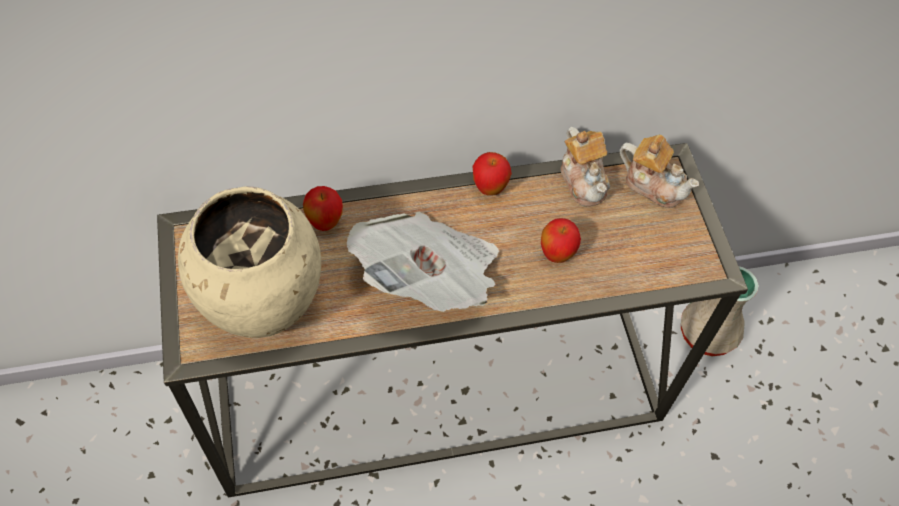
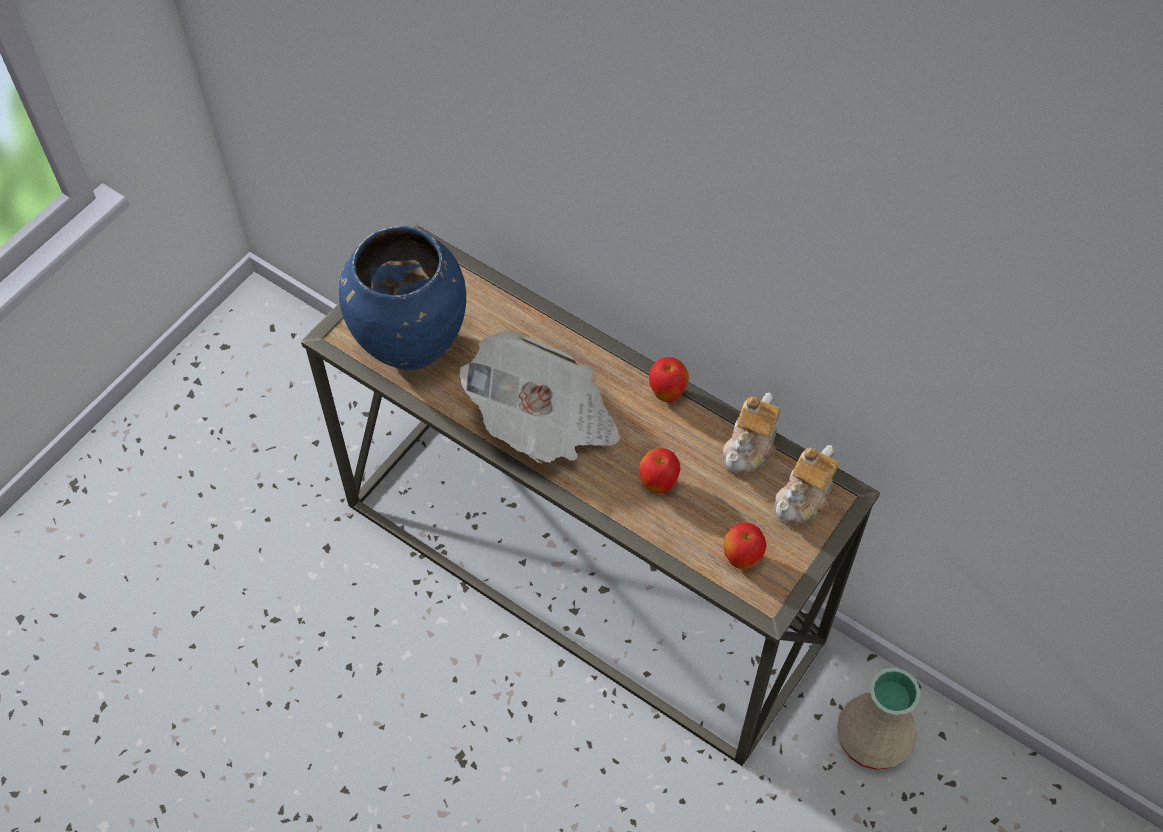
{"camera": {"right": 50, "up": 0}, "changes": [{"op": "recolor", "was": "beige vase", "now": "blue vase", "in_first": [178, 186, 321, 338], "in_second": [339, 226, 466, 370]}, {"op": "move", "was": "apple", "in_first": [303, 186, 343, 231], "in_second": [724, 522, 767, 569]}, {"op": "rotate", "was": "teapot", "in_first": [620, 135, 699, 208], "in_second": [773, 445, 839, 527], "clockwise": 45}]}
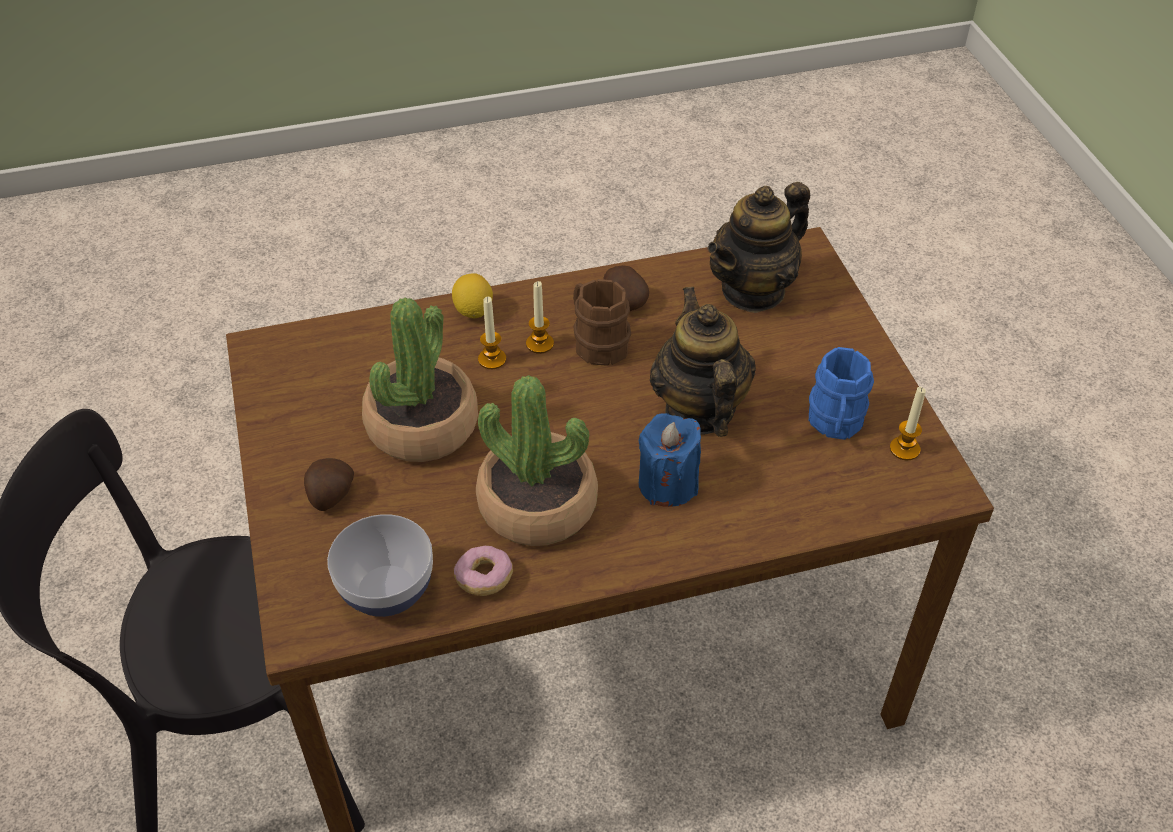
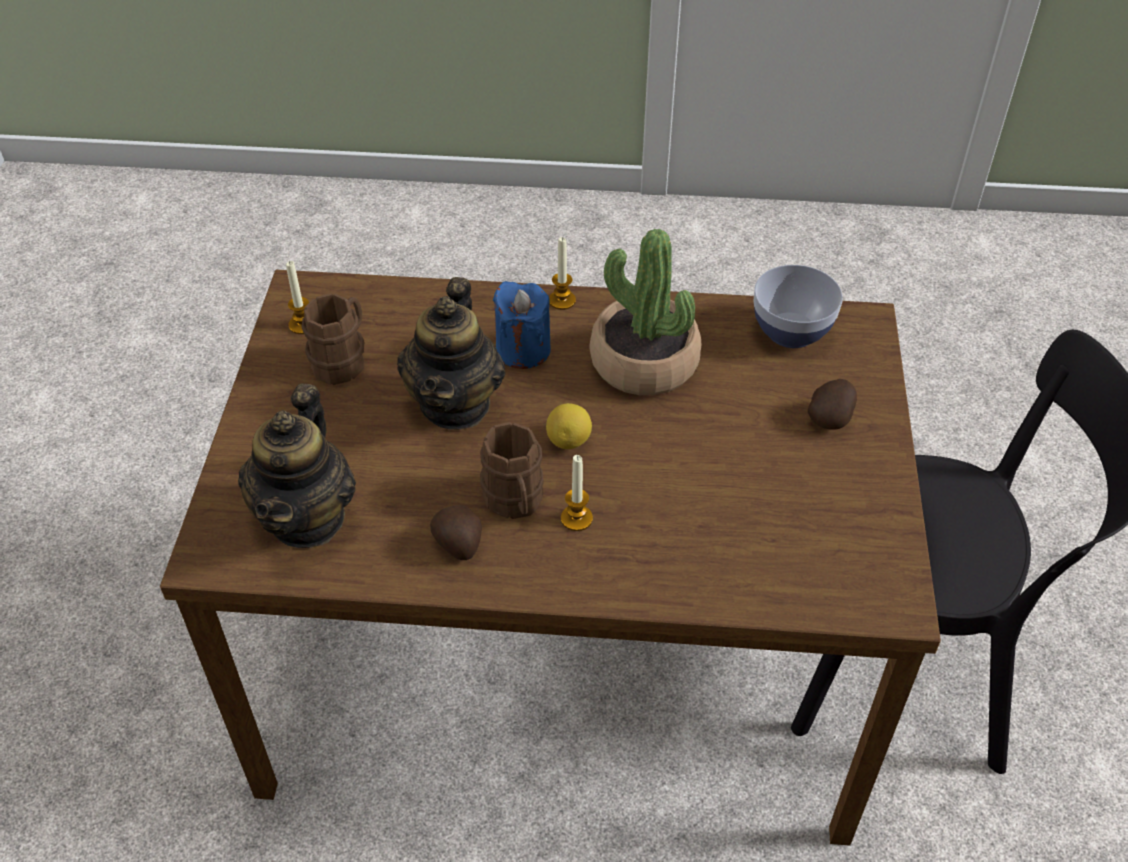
{"camera": {"right": -160, "up": 0}, "changes": [{"op": "delete", "was": "potted plant", "in_first": [362, 297, 478, 462]}, {"op": "move", "was": "lemon", "in_first": [452, 273, 493, 318], "in_second": [546, 403, 592, 449]}, {"op": "delete", "was": "donut", "in_first": [454, 546, 513, 596]}, {"op": "move", "was": "candle", "in_first": [478, 297, 506, 369], "in_second": [549, 237, 576, 310]}, {"op": "rotate", "was": "teapot", "in_first": [707, 182, 810, 313], "in_second": [238, 383, 356, 548], "clockwise": 120}, {"op": "recolor", "was": "blue mug", "now": "brown mug", "in_first": [809, 347, 874, 440], "in_second": [302, 293, 365, 385]}]}
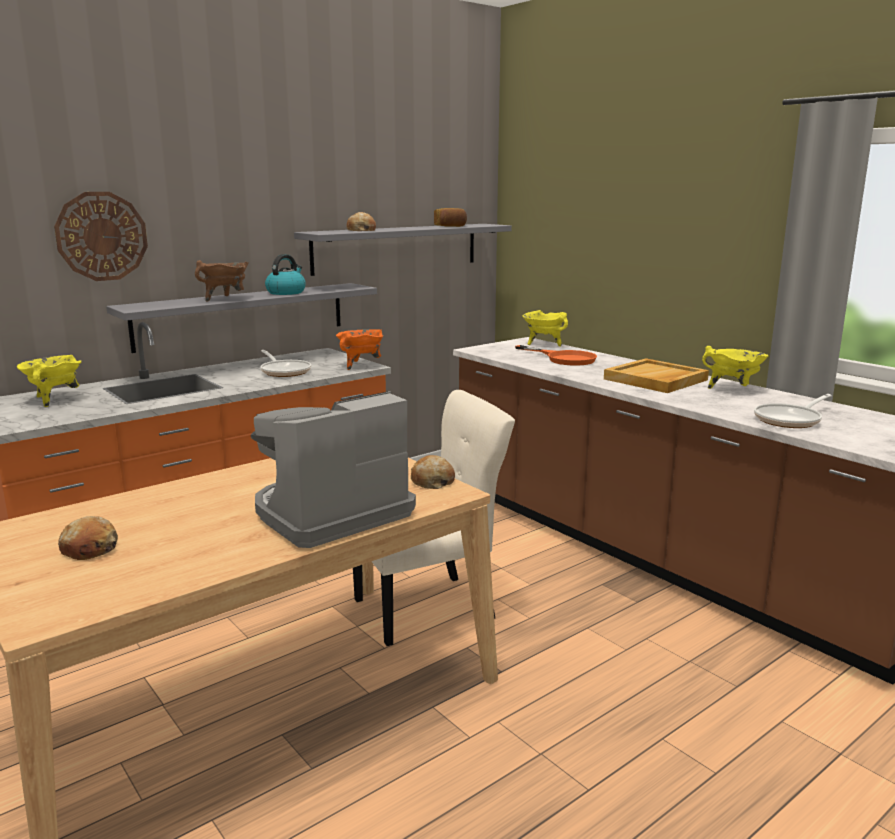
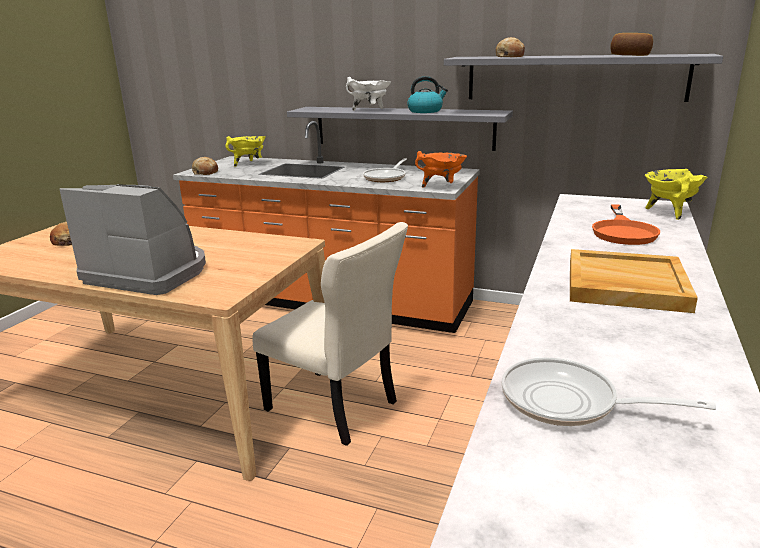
{"camera": {"right": 60, "up": 5}, "changes": [{"op": "delete", "was": "wall clock", "in_first": [54, 192, 148, 281]}, {"op": "recolor", "was": "brown cooking pot", "now": "white cooking pot", "in_first": [195, 260, 248, 302], "in_second": [346, 77, 391, 111]}, {"op": "move", "was": "bread", "in_first": [411, 455, 455, 489], "in_second": [192, 157, 218, 175]}, {"op": "delete", "was": "yellow cooking pot", "in_first": [702, 346, 768, 389]}]}
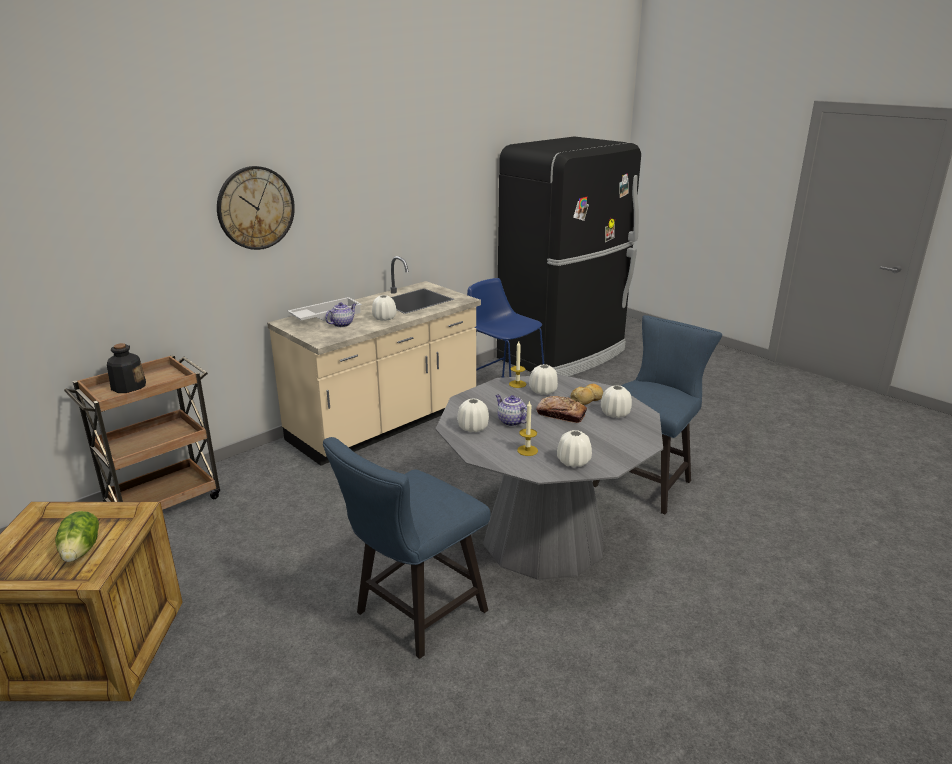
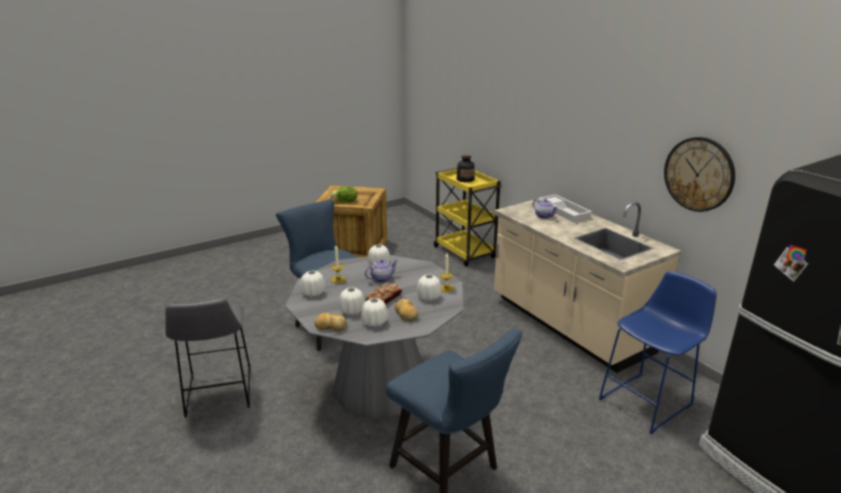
{"camera": {"right": 100, "up": 0}, "changes": [{"op": "recolor", "was": "brown cart", "now": "yellow cart", "in_first": [64, 355, 220, 510], "in_second": [433, 168, 502, 266]}, {"op": "move", "was": "wall clock", "in_first": [217, 166, 295, 250], "in_second": [664, 137, 735, 212]}, {"op": "move", "was": "white vase", "in_first": [372, 295, 397, 321], "in_second": [339, 287, 365, 315]}, {"op": "insert", "now": "grey stool", "in_second": [165, 298, 250, 418]}, {"op": "insert", "now": "bread", "in_second": [314, 313, 347, 331]}]}
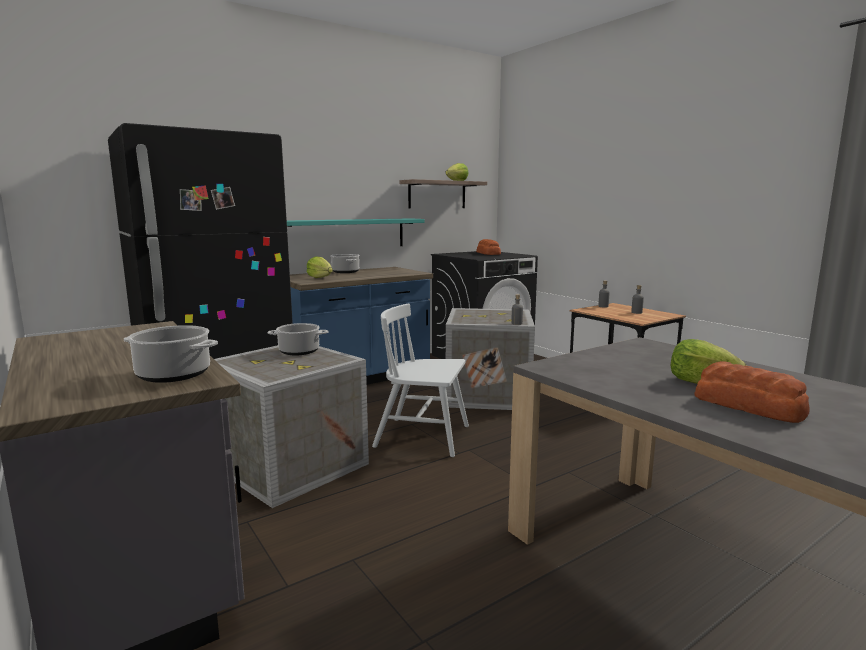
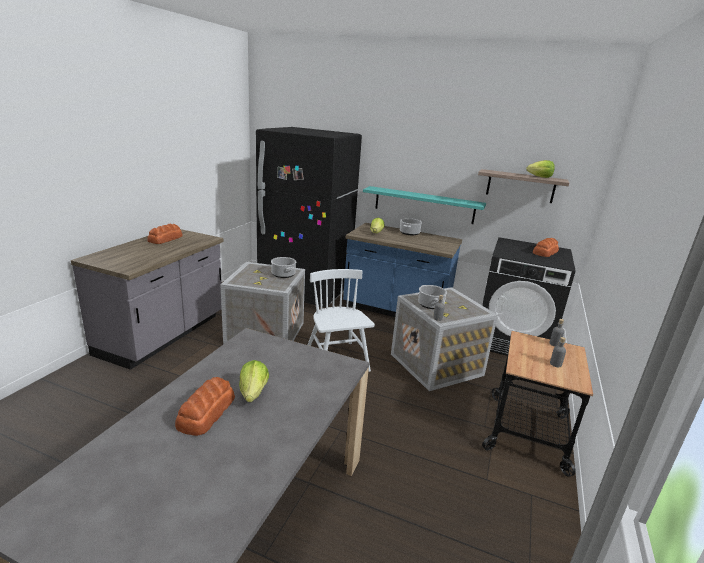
{"camera": {"right": 55, "up": 10}, "changes": [{"op": "move", "was": "cooking pot", "in_first": [124, 325, 218, 383], "in_second": [418, 285, 447, 309]}, {"op": "insert", "now": "bread", "in_second": [147, 224, 183, 244]}]}
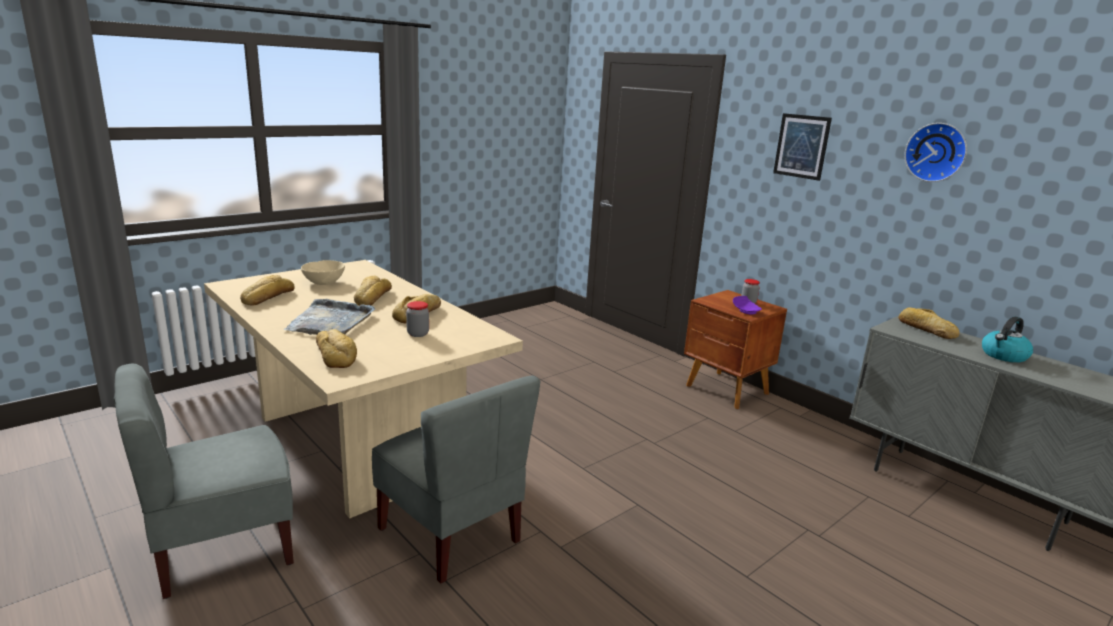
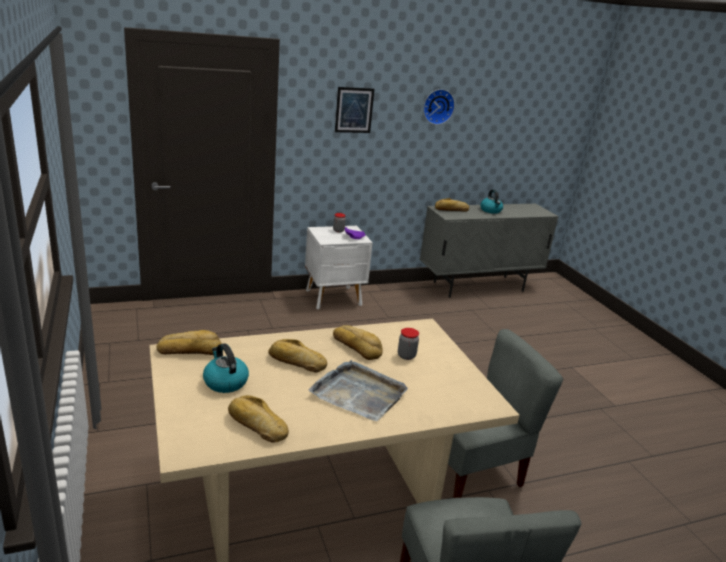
{"camera": {"right": -70, "up": 5}, "changes": [{"op": "replace", "was": "beige bowl", "now": "kettle", "in_first": [301, 260, 345, 285], "in_second": [203, 343, 249, 393]}, {"op": "move", "was": "bread", "in_first": [316, 329, 357, 368], "in_second": [156, 330, 222, 355]}, {"op": "recolor", "was": "brown nightstand", "now": "white nightstand", "in_first": [684, 290, 787, 409], "in_second": [305, 226, 373, 309]}]}
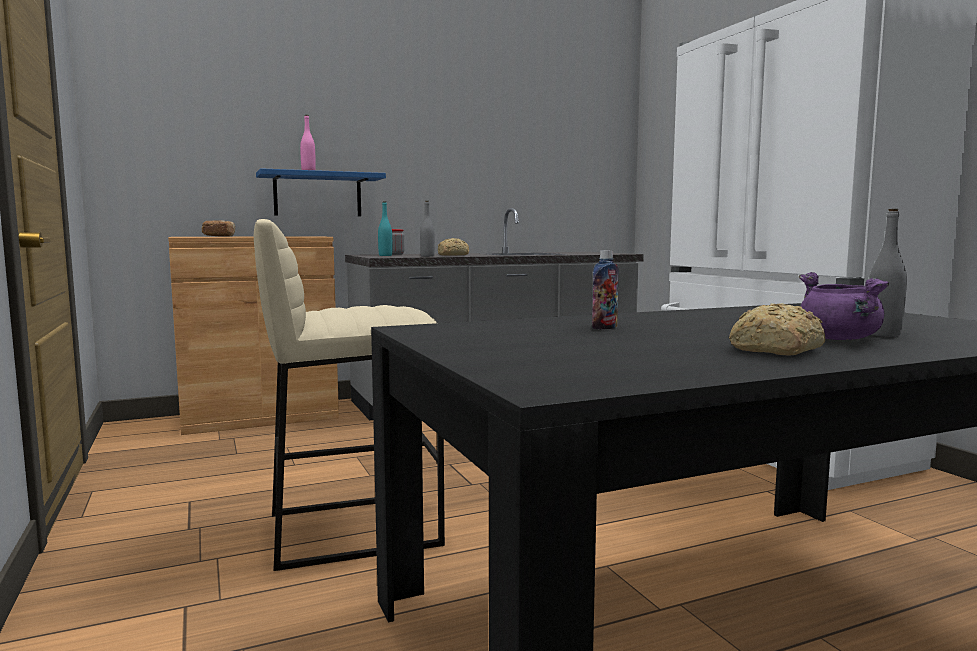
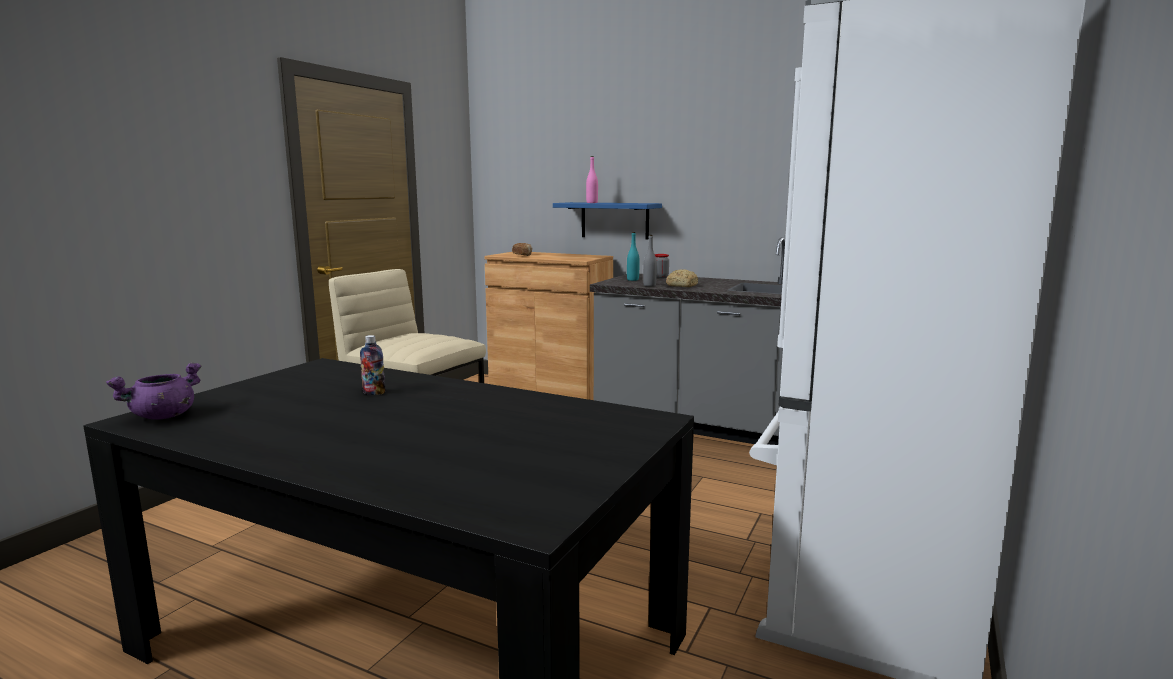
{"camera": {"right": 50, "up": 5}, "changes": [{"op": "delete", "was": "bread", "in_first": [729, 303, 825, 355]}, {"op": "move", "was": "purple cooking pot", "in_first": [799, 272, 889, 340], "in_second": [106, 363, 202, 420]}, {"op": "delete", "was": "grey bottle", "in_first": [869, 209, 907, 337]}]}
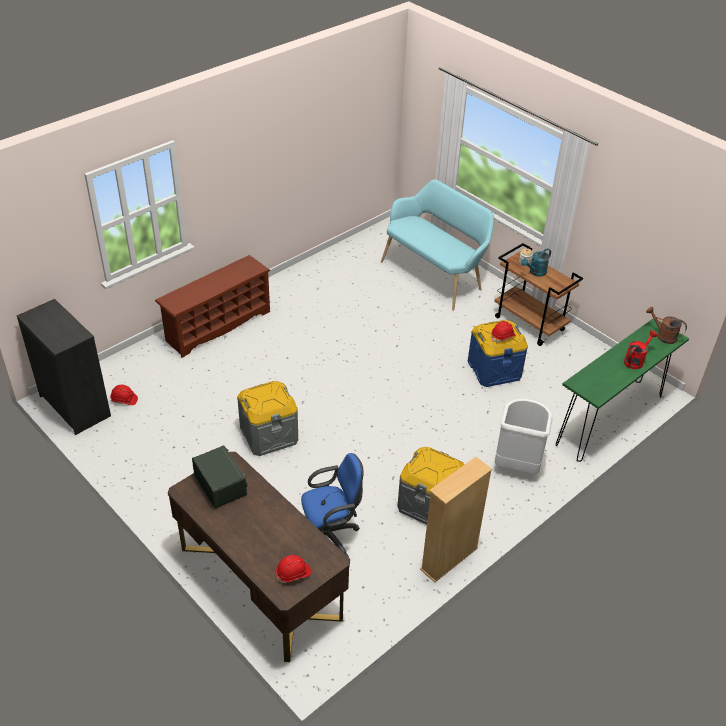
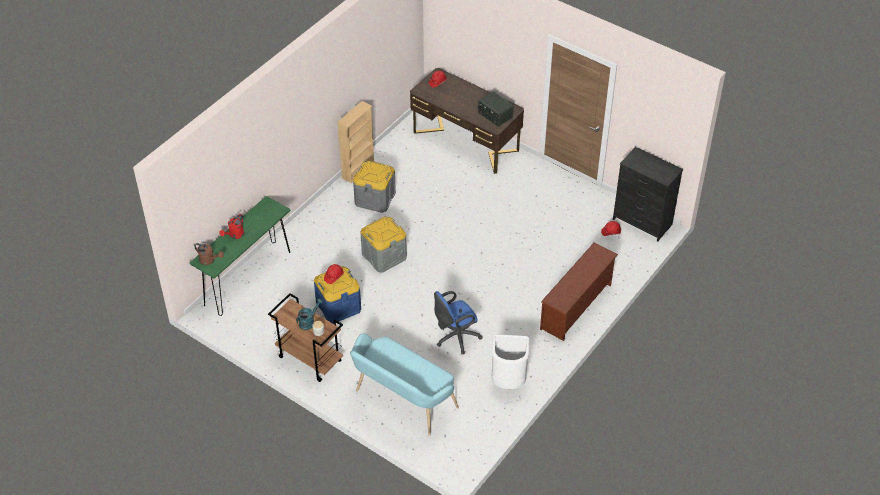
{"camera": {"right": 170, "up": 5}, "changes": [{"op": "move", "was": "grey storage box", "in_first": [237, 381, 298, 456], "in_second": [360, 217, 407, 273]}, {"op": "move", "was": "blue office chair", "in_first": [301, 453, 364, 557], "in_second": [434, 291, 483, 354]}, {"op": "move", "was": "white trash can", "in_first": [495, 399, 552, 474], "in_second": [491, 334, 530, 389]}]}
